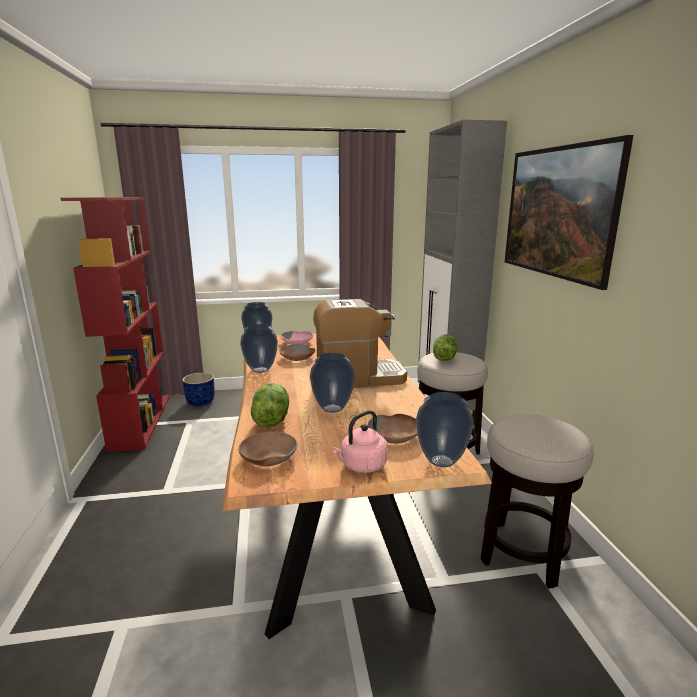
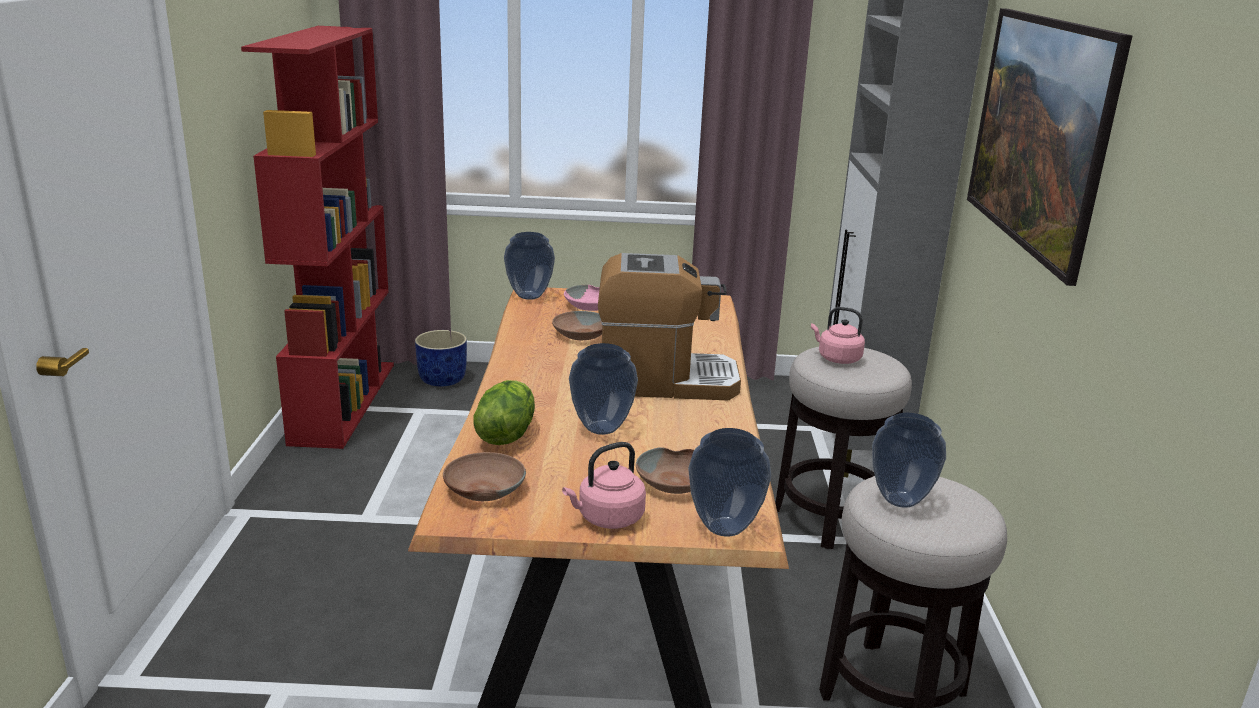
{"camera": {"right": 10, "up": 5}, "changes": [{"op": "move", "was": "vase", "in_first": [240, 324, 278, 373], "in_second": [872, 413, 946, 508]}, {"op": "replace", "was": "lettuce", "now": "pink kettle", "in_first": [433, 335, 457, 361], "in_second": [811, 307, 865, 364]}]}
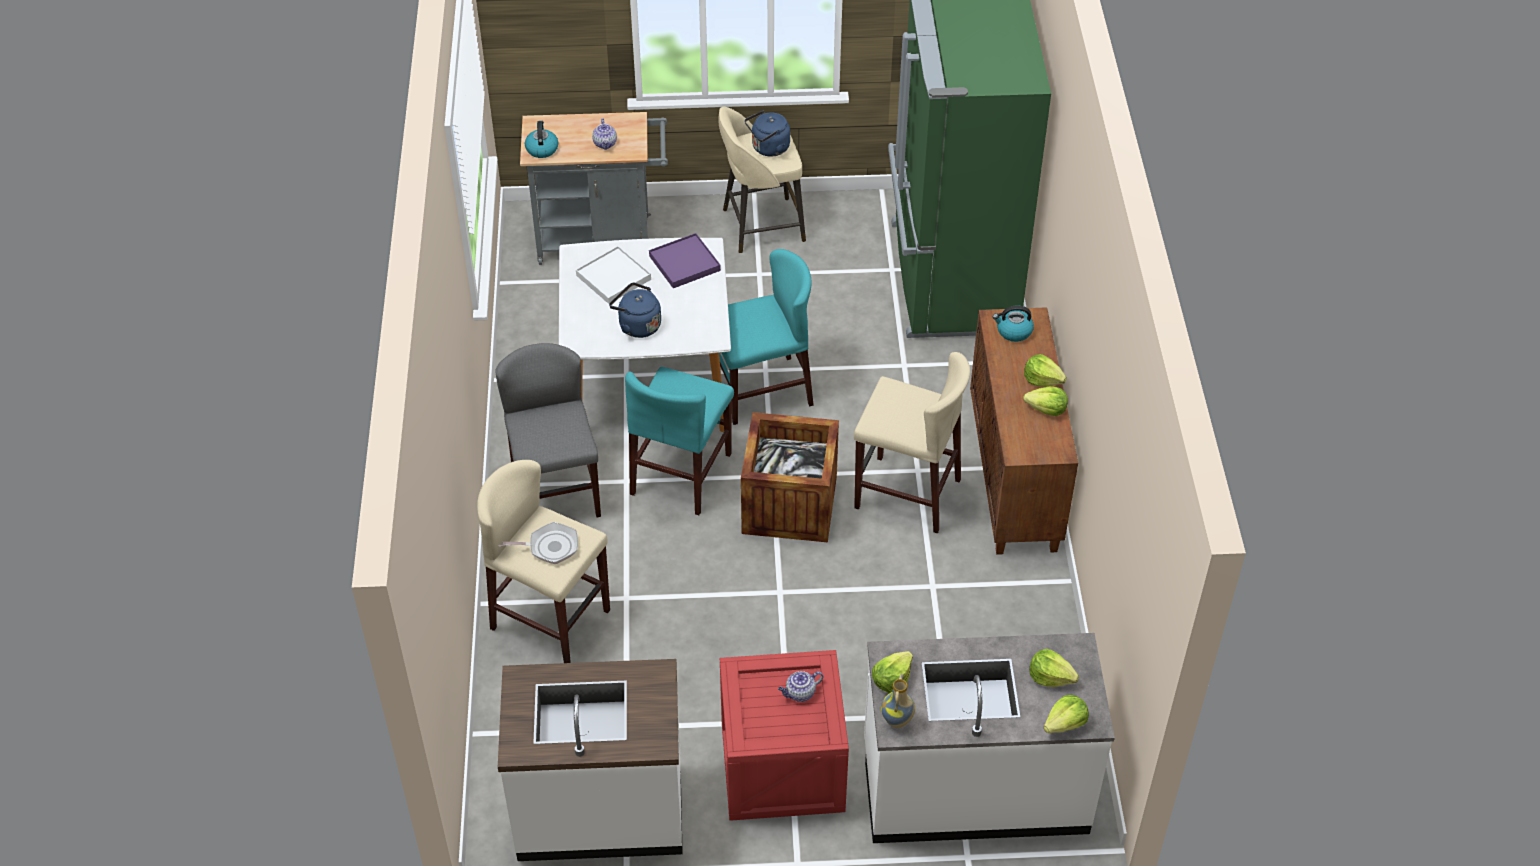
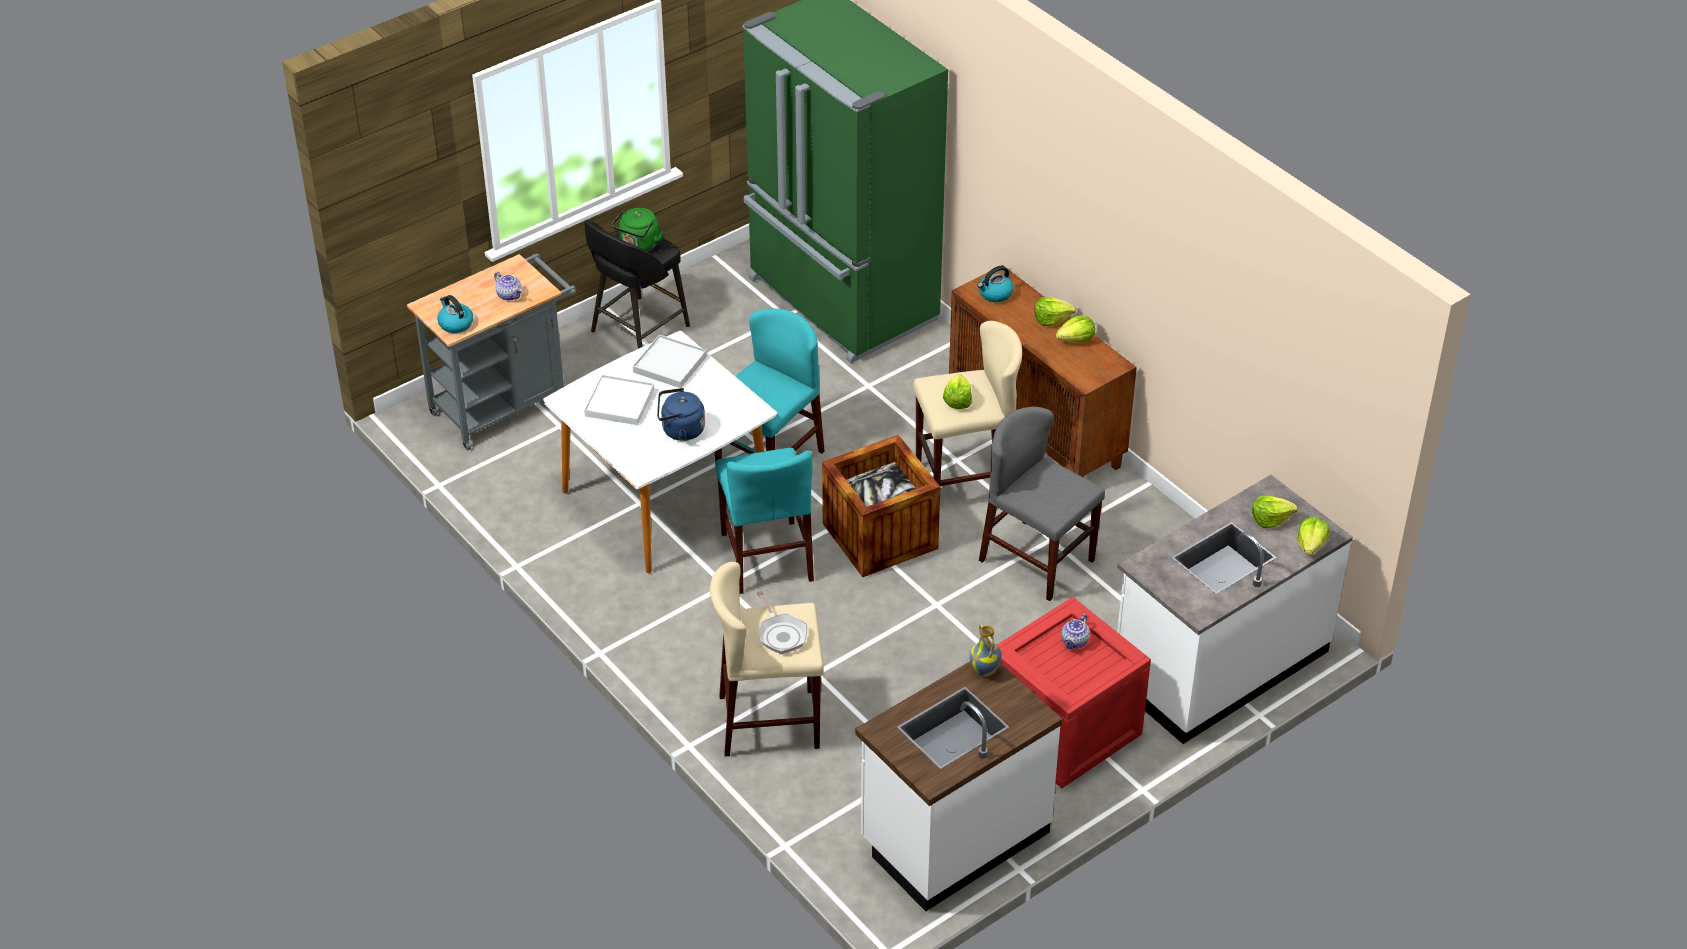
{"camera": {"right": -35, "up": -5}, "changes": [{"op": "move", "was": "grey chair", "in_first": [495, 343, 601, 517], "in_second": [979, 407, 1105, 601]}, {"op": "rotate", "was": "frying pan", "in_first": [498, 522, 578, 564], "in_second": [756, 591, 807, 654], "clockwise": 105}, {"op": "recolor", "was": "purple tray", "now": "white tray", "in_first": [649, 233, 721, 288], "in_second": [633, 335, 707, 388]}, {"op": "recolor", "was": "beige stool", "now": "black stool", "in_first": [718, 107, 806, 253], "in_second": [585, 220, 690, 349]}, {"op": "recolor", "was": "blue kettle", "now": "green kettle", "in_first": [745, 110, 790, 157], "in_second": [612, 208, 664, 251]}, {"op": "move", "was": "lettuce", "in_first": [872, 651, 913, 693], "in_second": [943, 374, 972, 409]}, {"op": "move", "was": "vase", "in_first": [881, 674, 915, 728], "in_second": [970, 622, 1002, 677]}]}
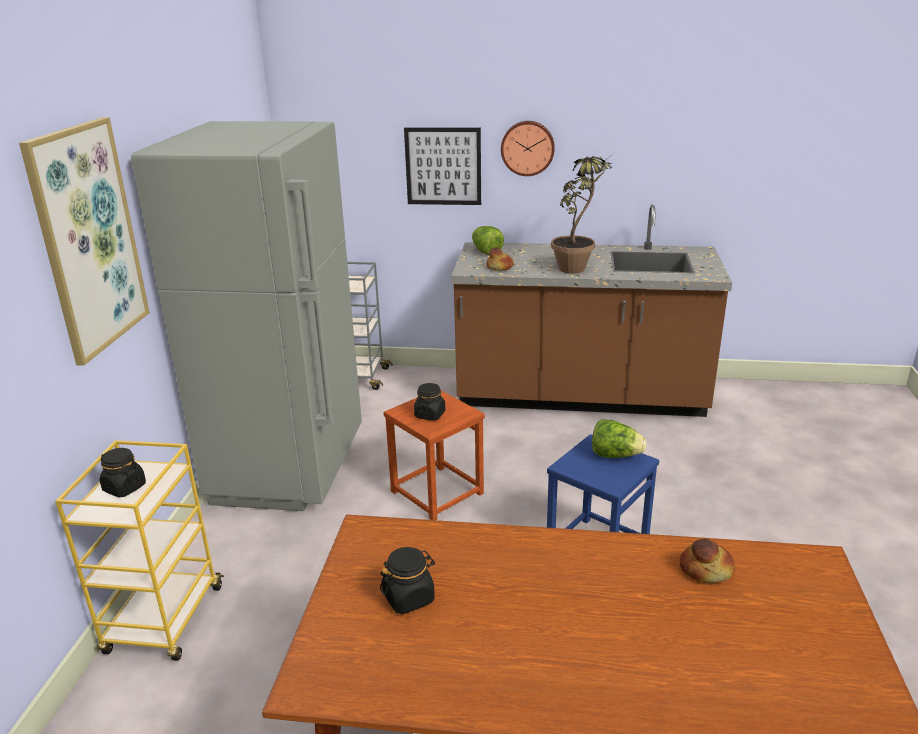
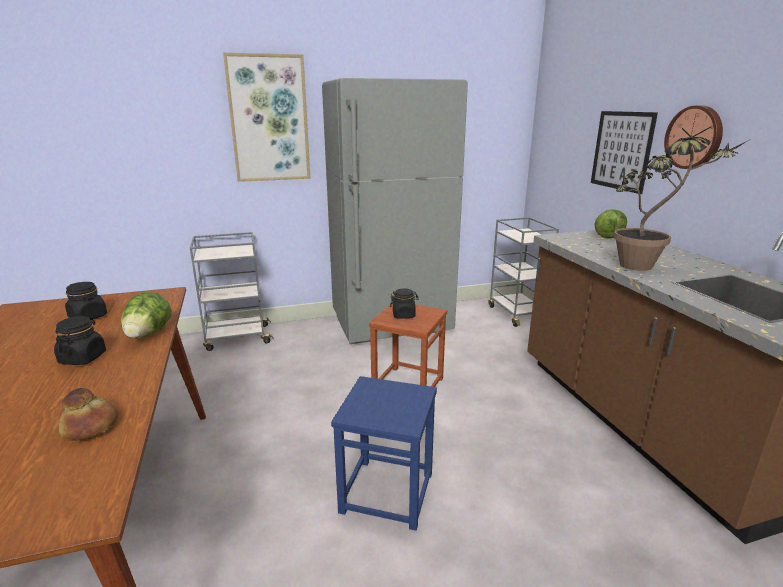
{"camera": {"right": 65, "up": -5}, "changes": [{"op": "recolor", "was": "yellow cart", "now": "grey cart", "in_first": [55, 440, 224, 661], "in_second": [190, 232, 273, 351]}, {"op": "move", "was": "black jar", "in_first": [100, 448, 146, 498], "in_second": [54, 316, 106, 365]}, {"op": "delete", "was": "bread", "in_first": [486, 247, 514, 271]}, {"op": "move", "was": "lettuce", "in_first": [592, 419, 647, 458], "in_second": [121, 292, 172, 338]}]}
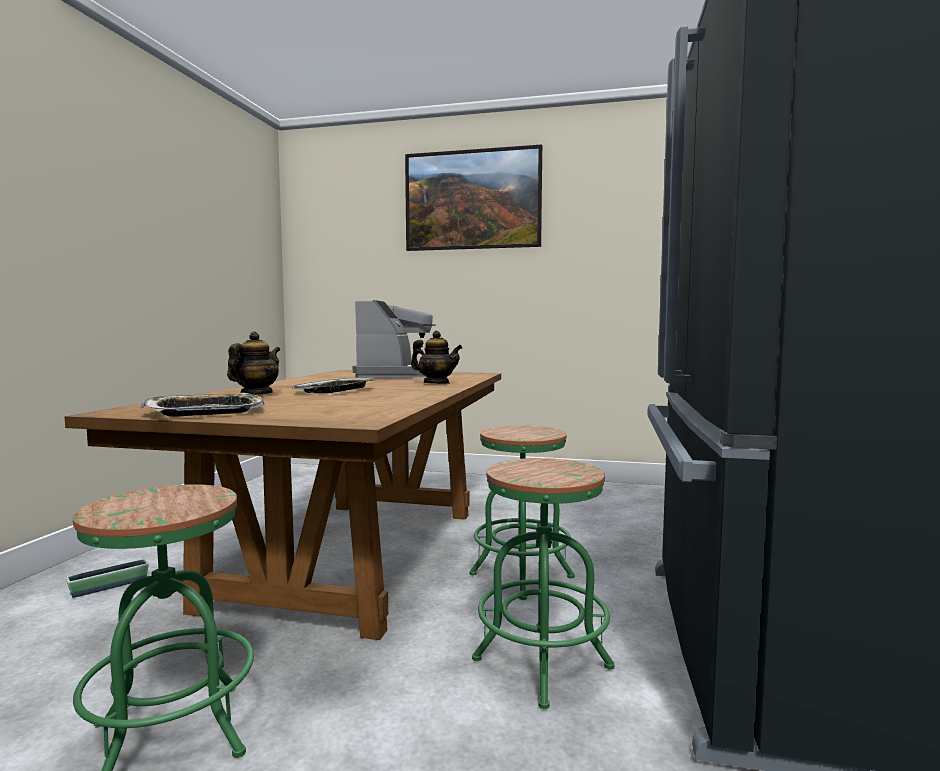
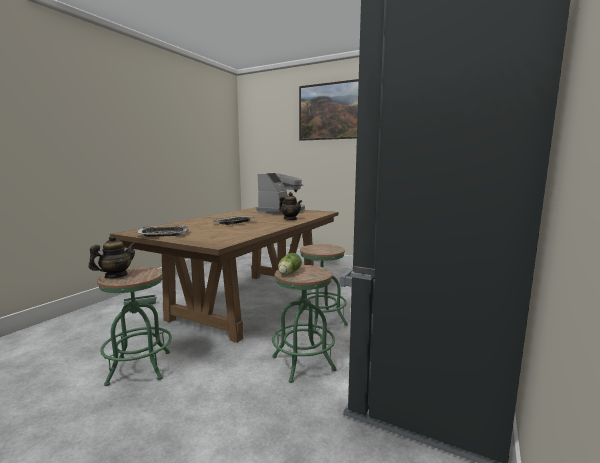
{"camera": {"right": 15, "up": 5}, "changes": [{"op": "move", "was": "teapot", "in_first": [227, 332, 280, 395], "in_second": [88, 235, 136, 278]}, {"op": "insert", "now": "lettuce", "in_second": [278, 253, 302, 274]}]}
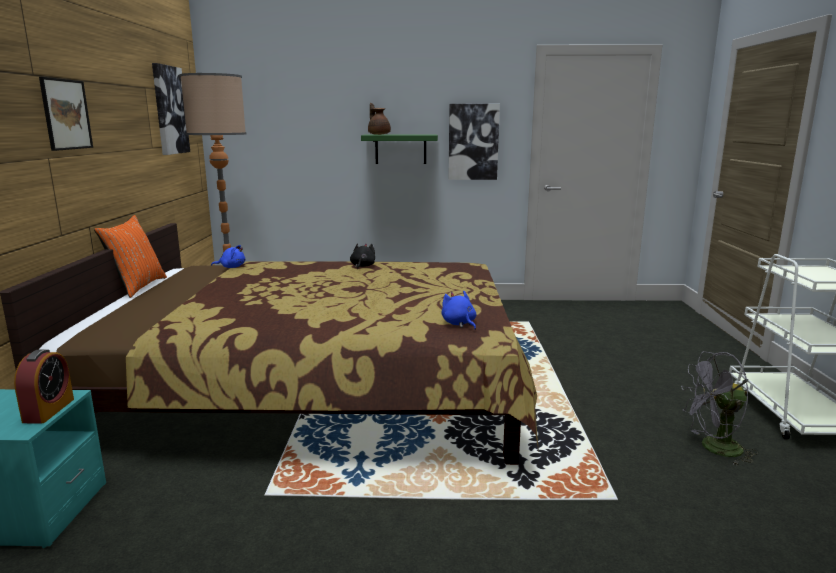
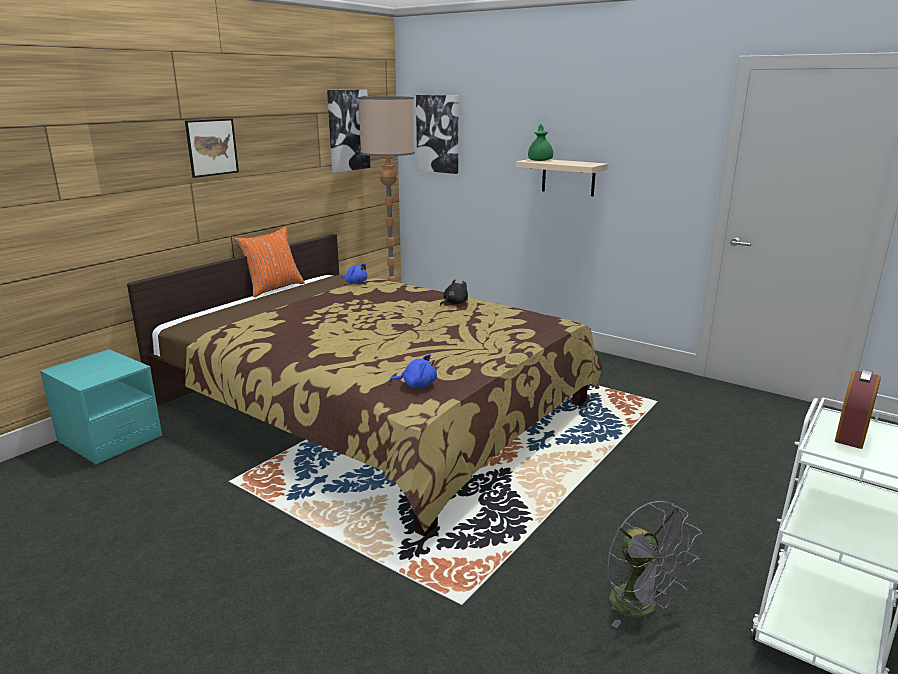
{"camera": {"right": 35, "up": 5}, "changes": [{"op": "move", "was": "alarm clock", "in_first": [14, 349, 74, 423], "in_second": [835, 369, 881, 449]}, {"op": "recolor", "was": "green shelf", "now": "beige shelf", "in_first": [361, 134, 438, 164], "in_second": [516, 159, 608, 196]}, {"op": "recolor", "was": "brown teapot", "now": "green teapot", "in_first": [368, 103, 391, 135], "in_second": [528, 124, 553, 161]}, {"op": "rotate", "was": "blue plush toy", "in_first": [441, 291, 476, 330], "in_second": [390, 354, 437, 388], "clockwise": 90}, {"op": "move", "was": "picture", "in_first": [448, 104, 500, 180], "in_second": [416, 95, 458, 174]}, {"op": "rotate", "was": "grey fan", "in_first": [681, 351, 758, 466], "in_second": [607, 501, 702, 628], "clockwise": -150}]}
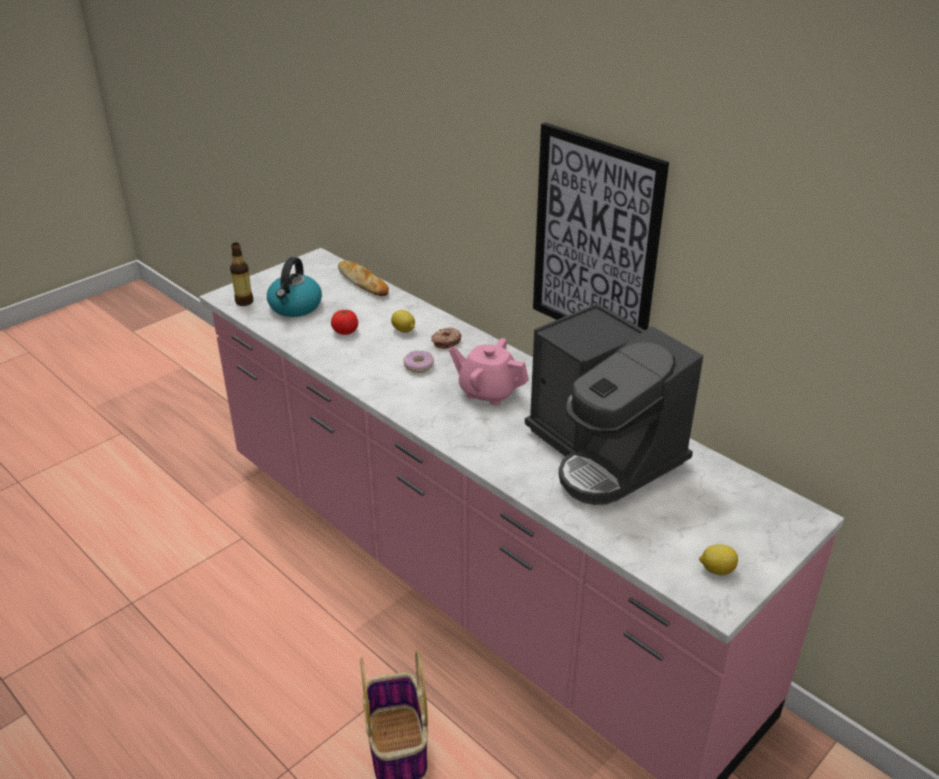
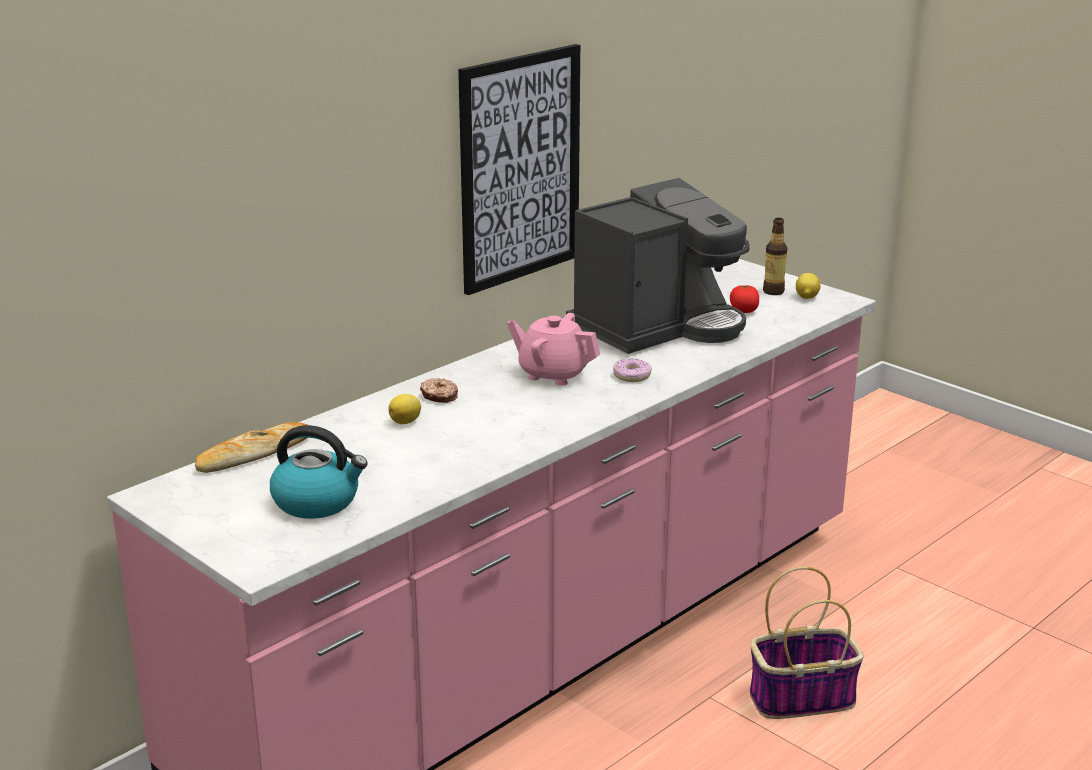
{"camera": {"right": -90, "up": -10}, "changes": [{"op": "move", "was": "bottle", "in_first": [230, 243, 253, 306], "in_second": [763, 218, 787, 295]}, {"op": "move", "was": "tomato", "in_first": [331, 310, 358, 335], "in_second": [730, 285, 759, 313]}, {"op": "move", "was": "donut", "in_first": [404, 351, 434, 373], "in_second": [613, 358, 652, 382]}, {"op": "rotate", "was": "pink teapot", "in_first": [449, 338, 529, 405], "in_second": [507, 313, 600, 386], "clockwise": 90}]}
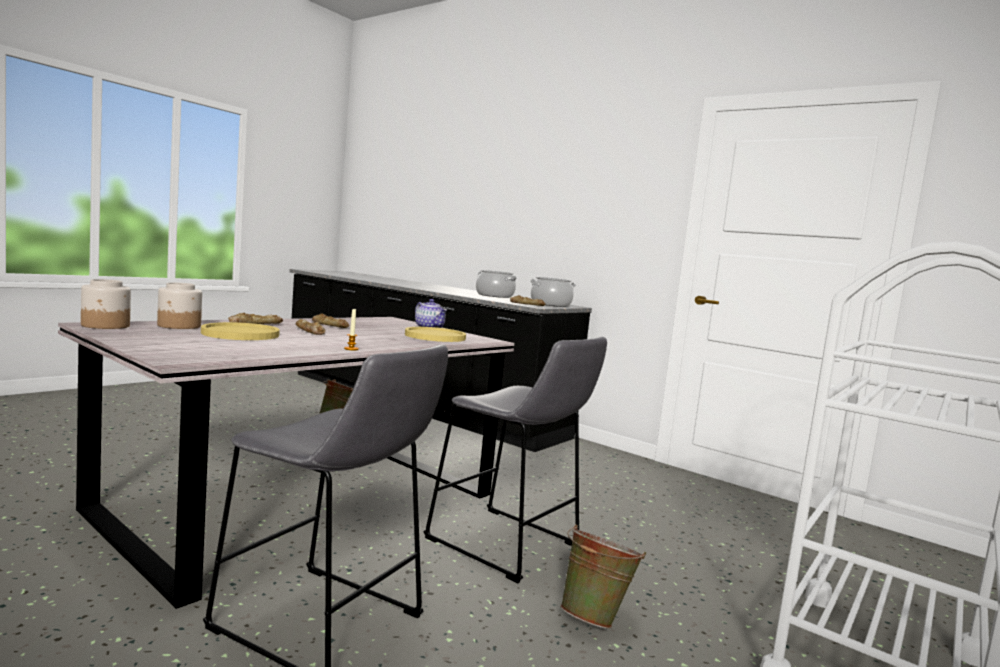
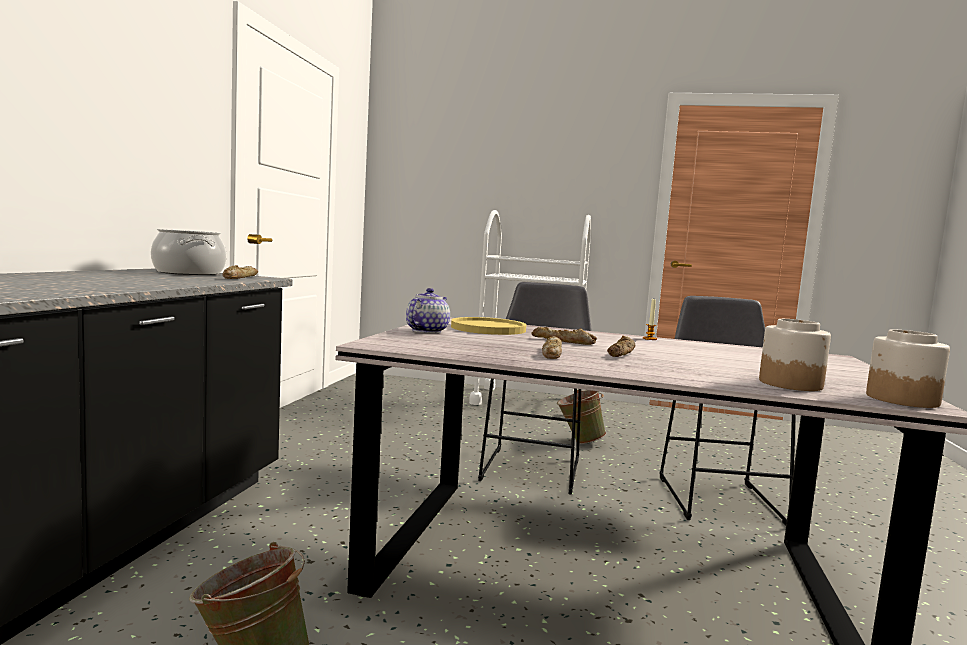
{"camera": {"right": -115, "up": 0}, "changes": [{"op": "delete", "was": "yellow plate", "in_first": [201, 322, 280, 340]}, {"op": "move", "was": "bread", "in_first": [228, 313, 283, 324], "in_second": [531, 327, 597, 345]}, {"op": "delete", "was": "cooking pot", "in_first": [476, 270, 517, 298]}]}
